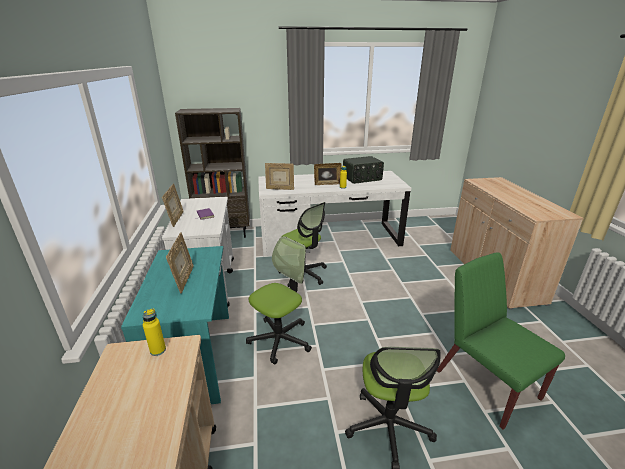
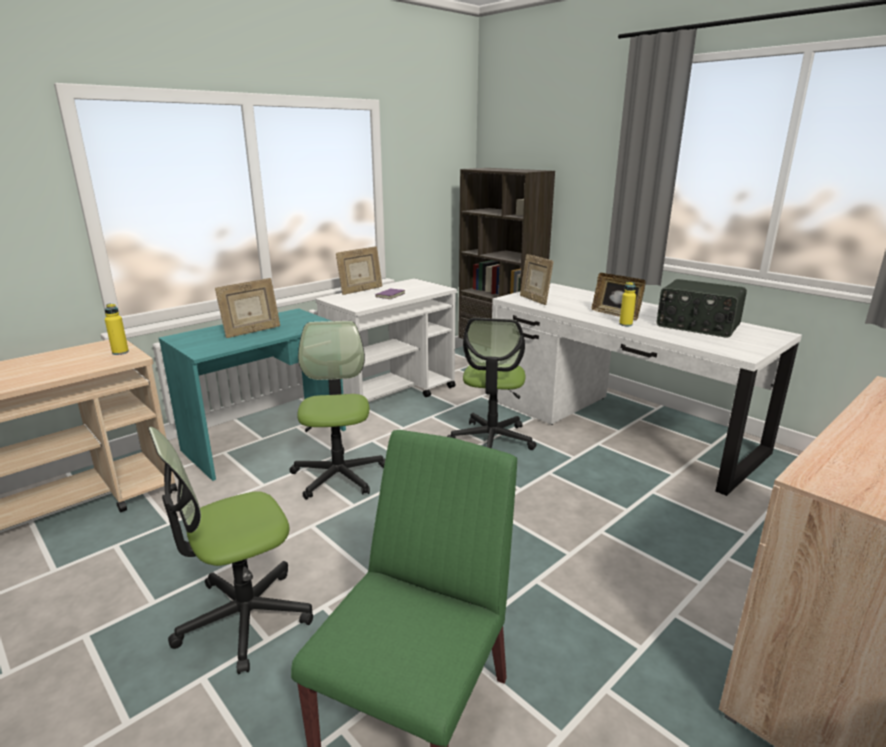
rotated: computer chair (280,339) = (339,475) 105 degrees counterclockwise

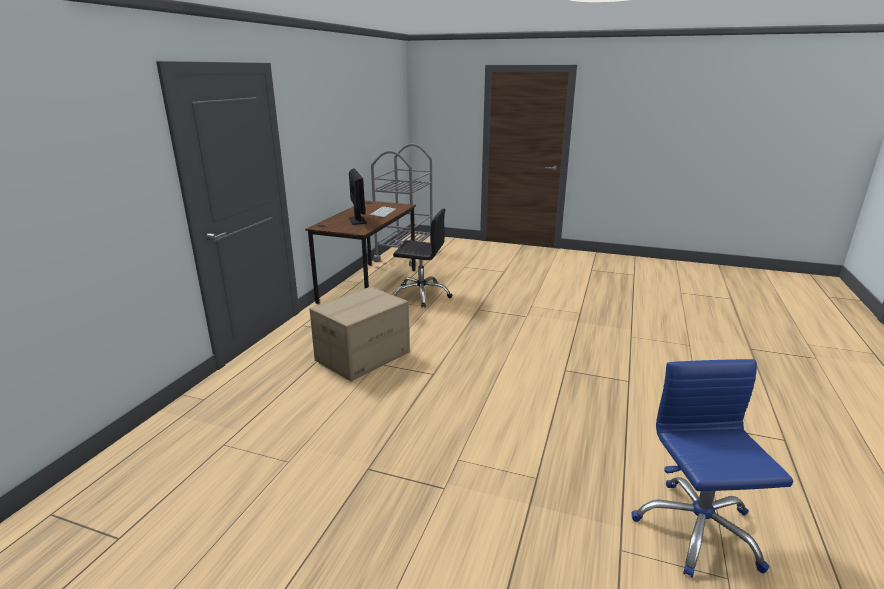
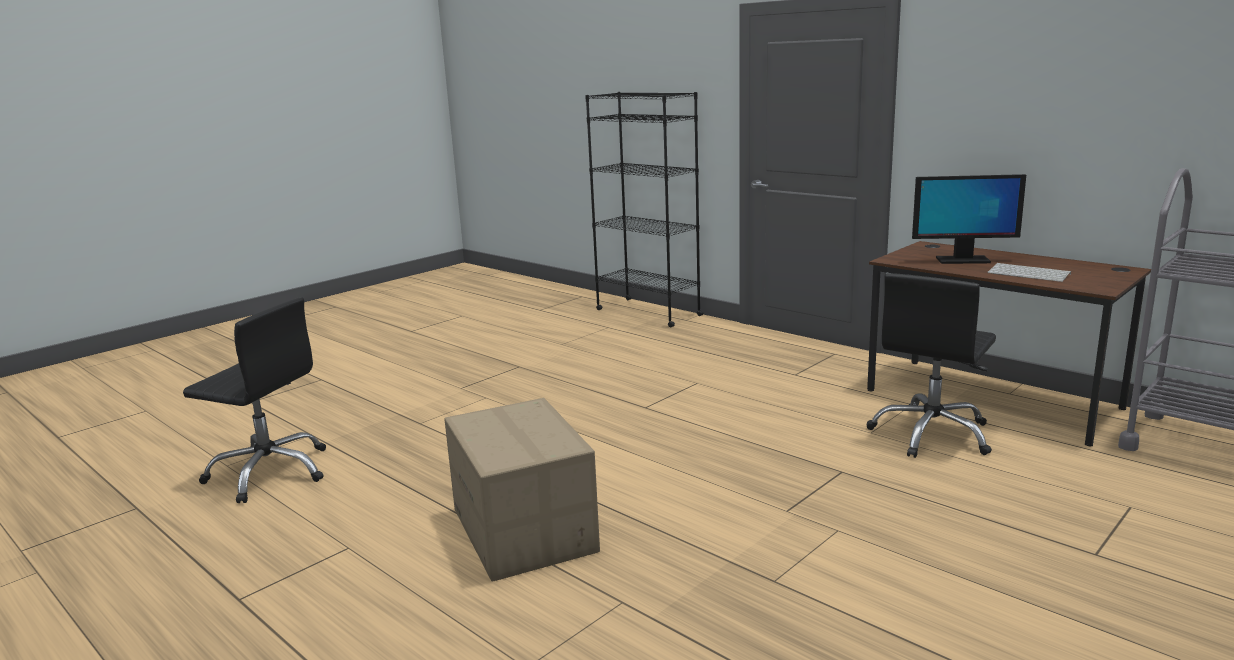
new: shelving unit in black (648,312)
shifted: packing box (362,356) to (525,530)
repainted: computer chair in blue (697,529) to computer chair in black (270,472)

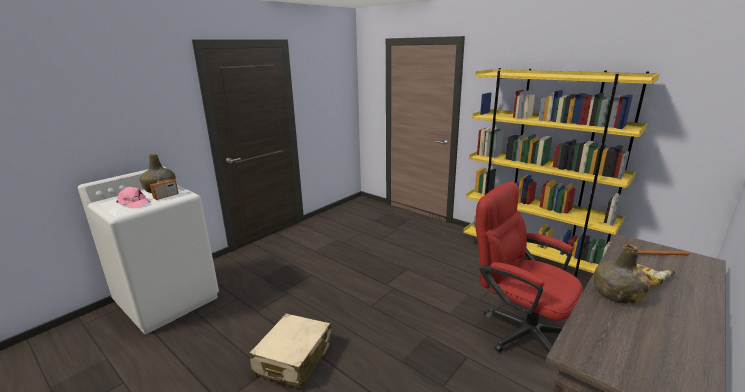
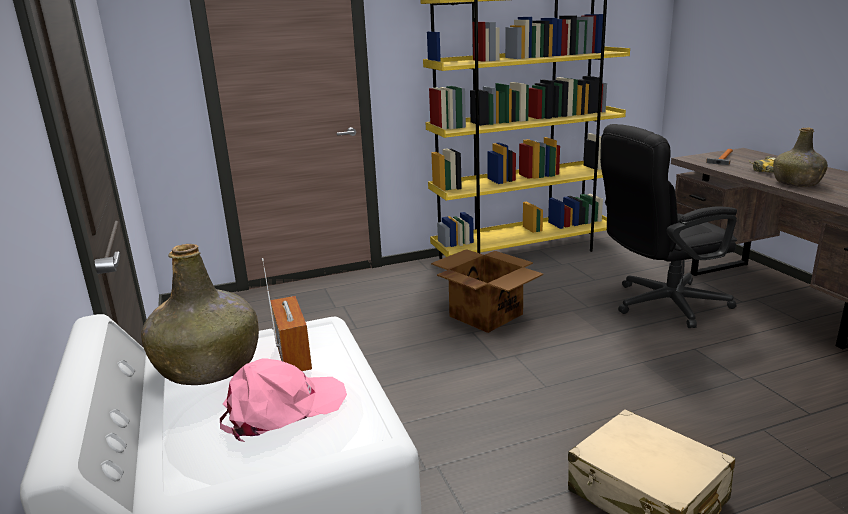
new: packing box (485,314)
repainted: computer chair in red (519,330) to computer chair in black (660,305)

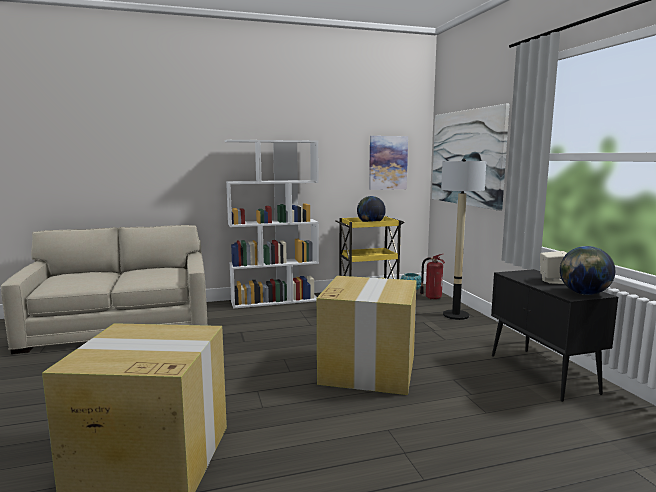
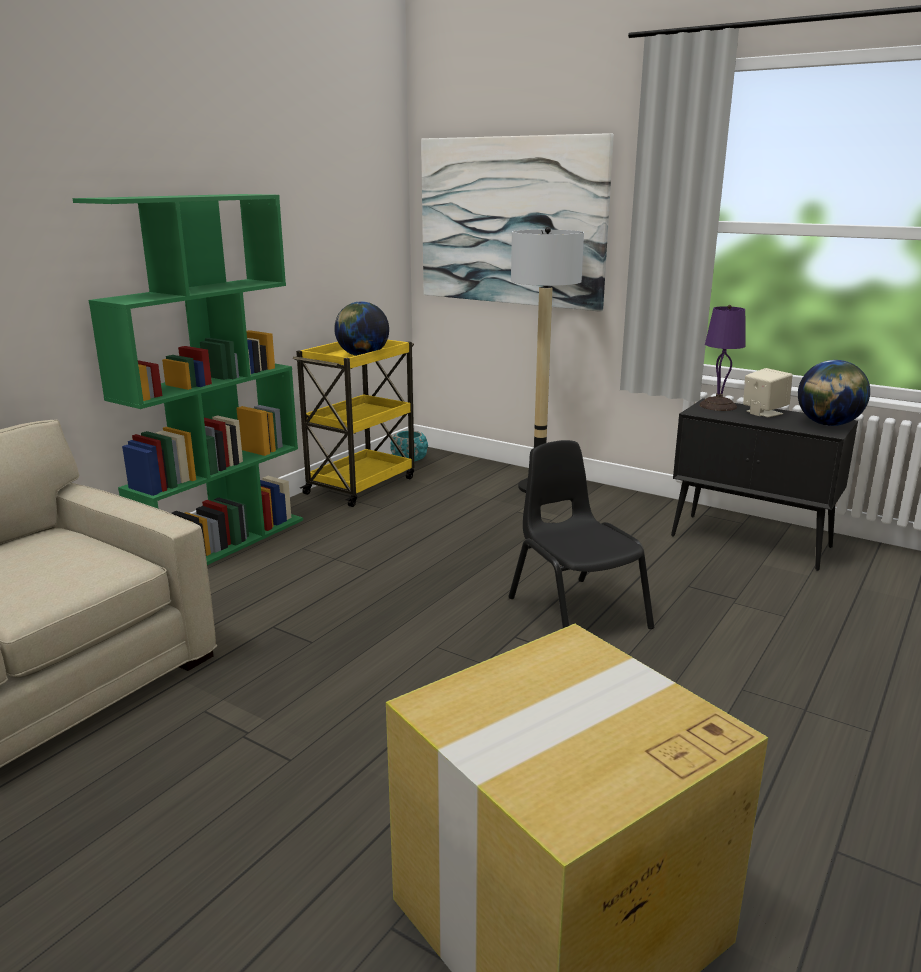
gone: wall art (388,162); extinguisher (432,297)
new: table lamp in purplish (718,406)
swapped: packing box (368,369) to chair in black (577,612)
repainted: shelving unit in white-coloured (275,301) to shelving unit in greenish (223,543)

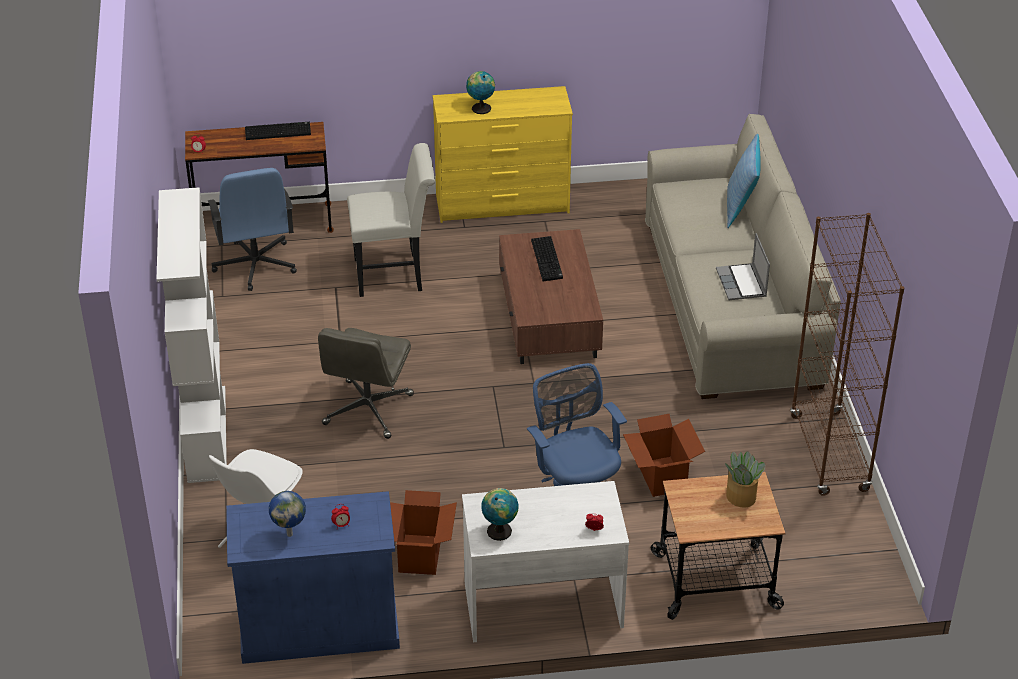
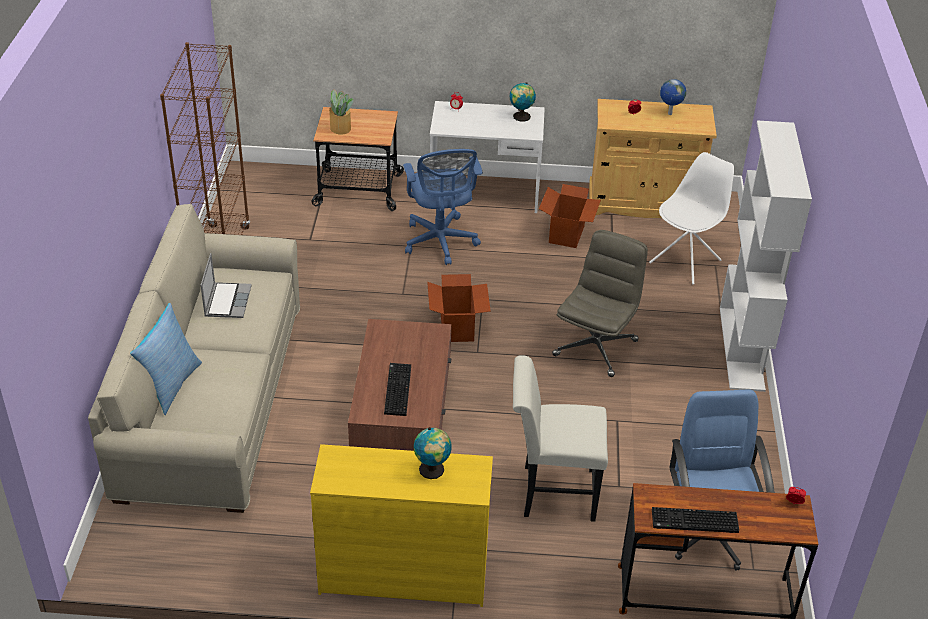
shifted: packing box (661,477) to (457,327)
repainted: storage cabinet in blue (319,627) to storage cabinet in sand-coloured (643,203)

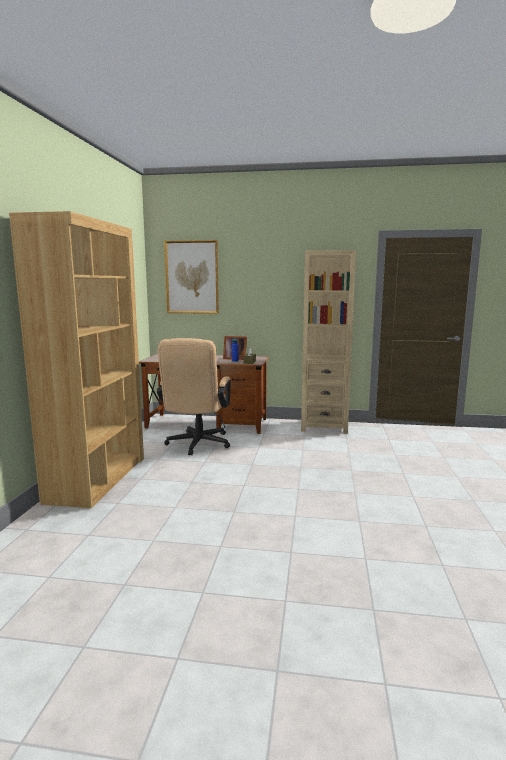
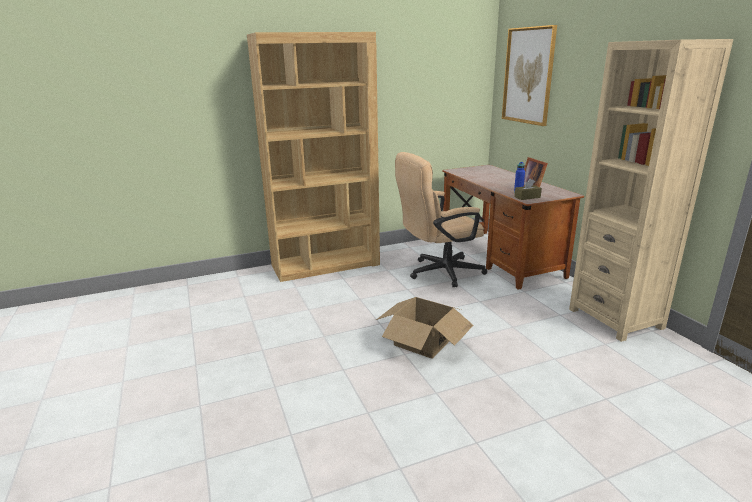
new: packing box (423,341)

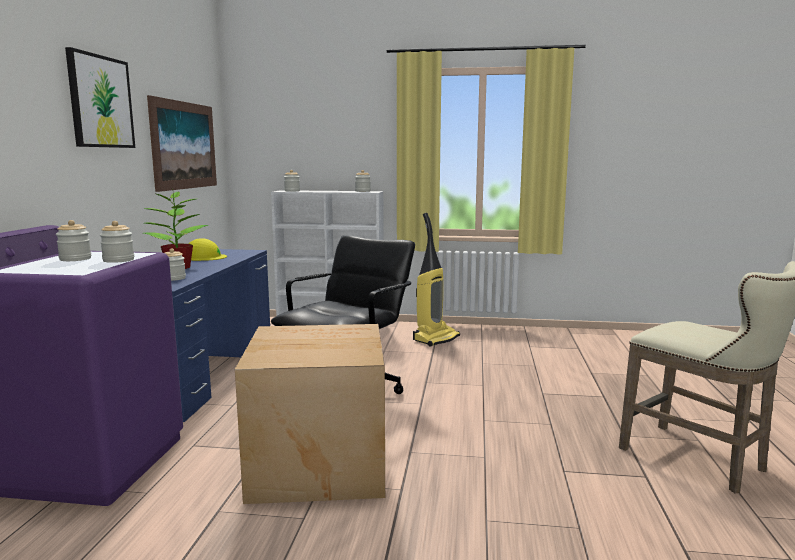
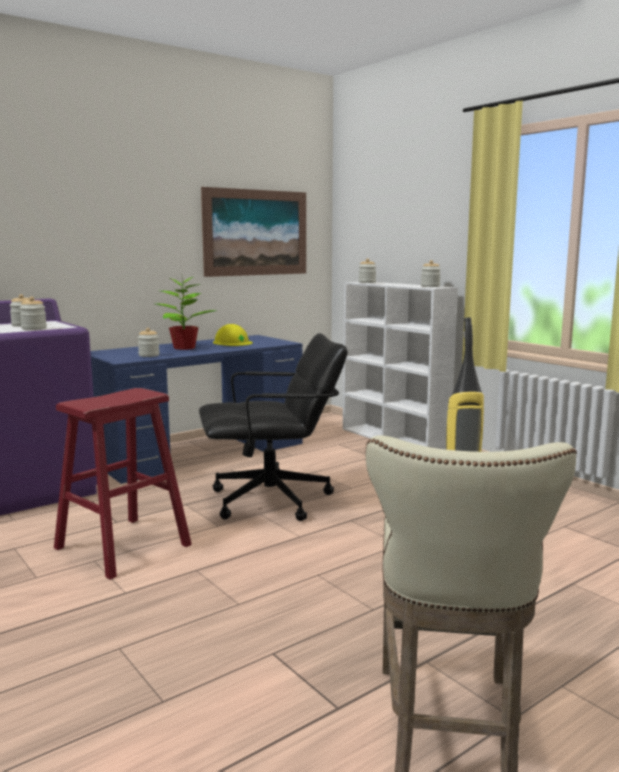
gone: wall art (100,102)
swapped: packing box (316,463) to sitting stool in red (123,546)

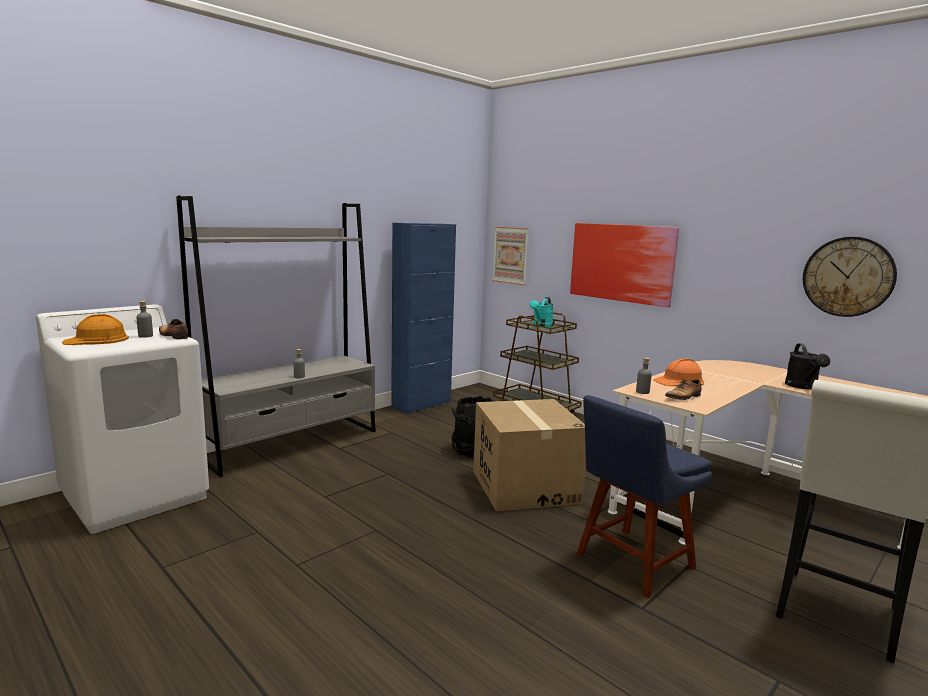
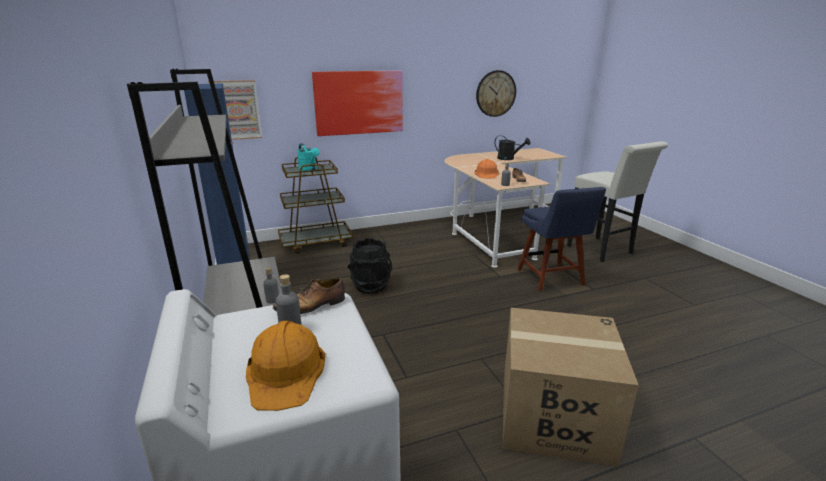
shifted: packing box (524,486) to (553,416)

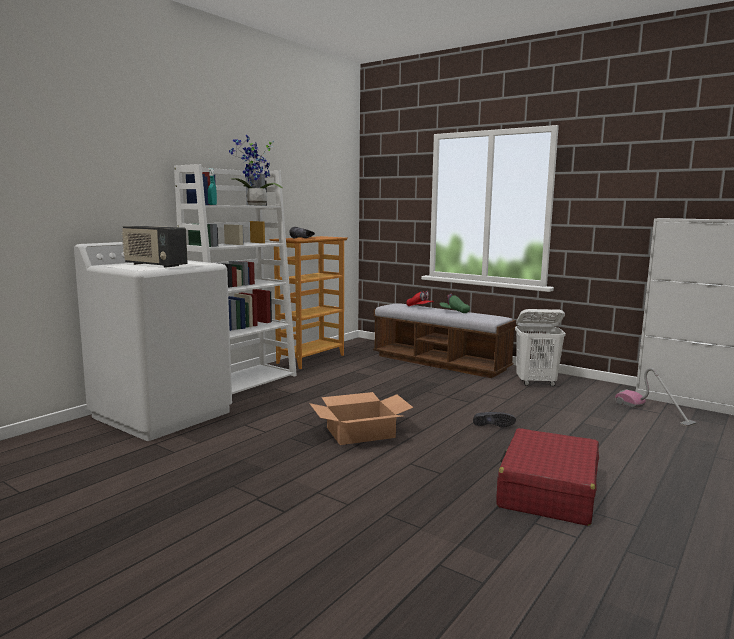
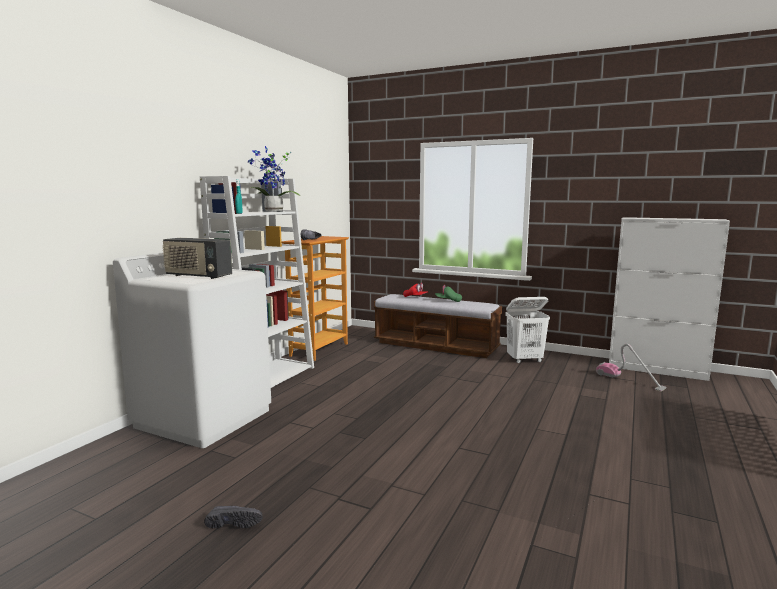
gone: packing box (360,432); piece of luggage in red (547,491)
shifted: item of footwear in black (492,424) to (235,522)

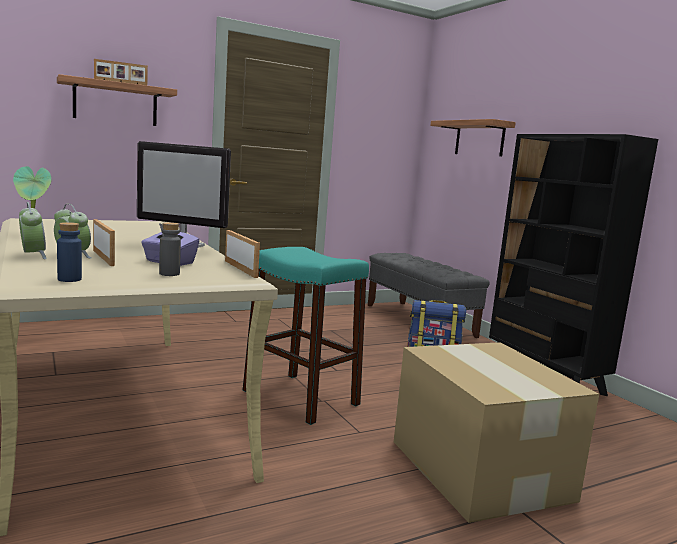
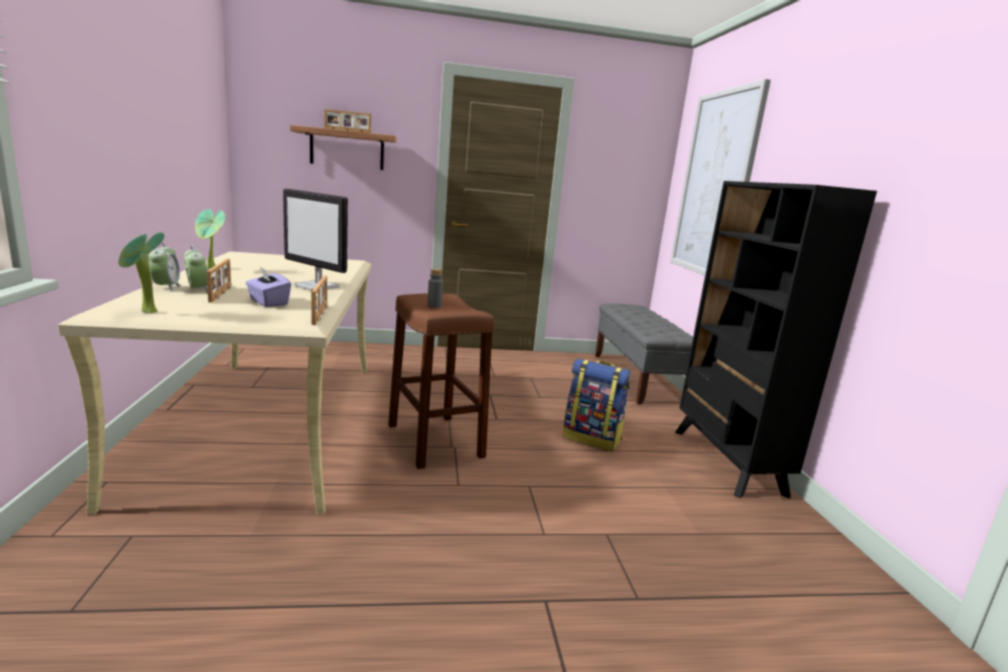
gone: packing box (479,468)
shifted: beverage bottle in greyish (169,274) to (434,305)
swapped: beverage bottle in blue (69,279) to houseplant (145,312); wall shelf (479,139) to wall art (715,184)
repainted: sitting stool in blue-green (301,397) to sitting stool in brownish (435,441)

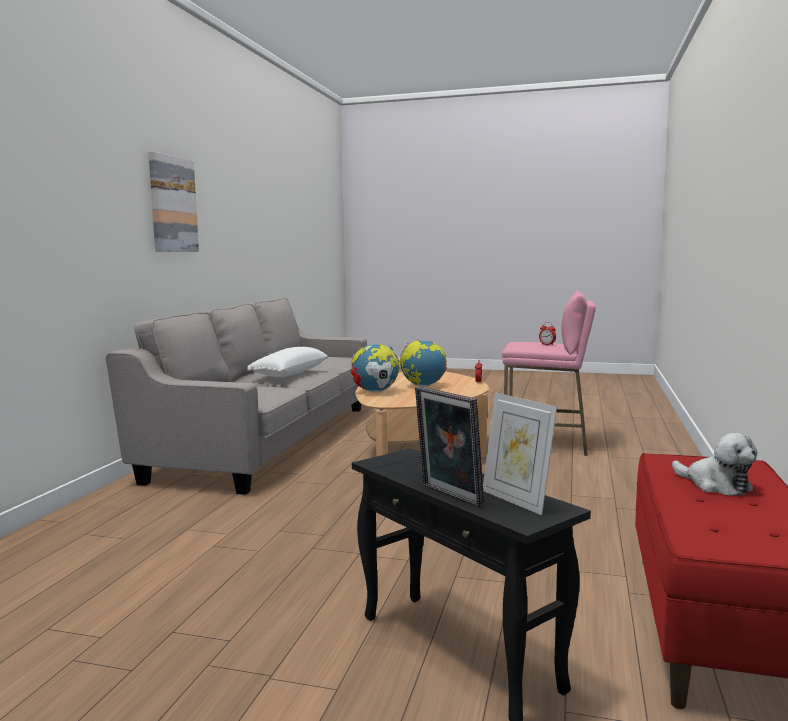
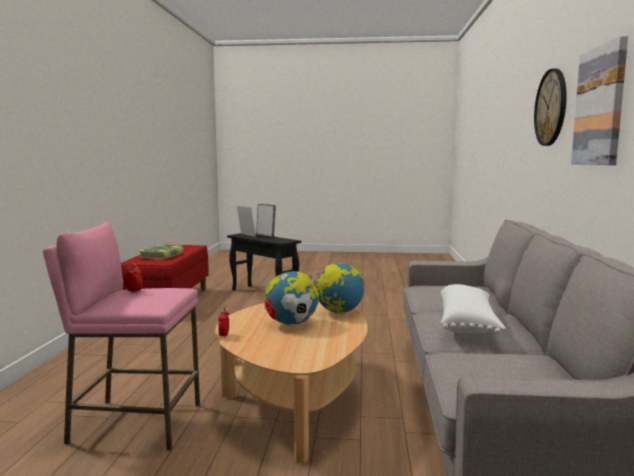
new: hanging clock (551,107)
swapped: soft toy (715,485) to volume (162,256)

